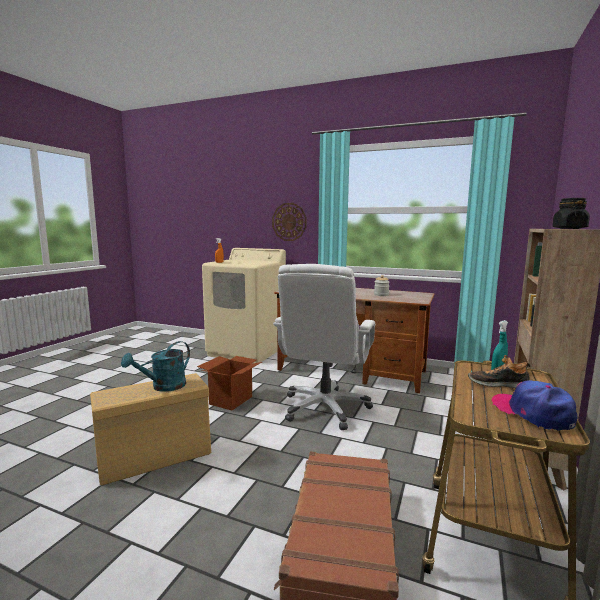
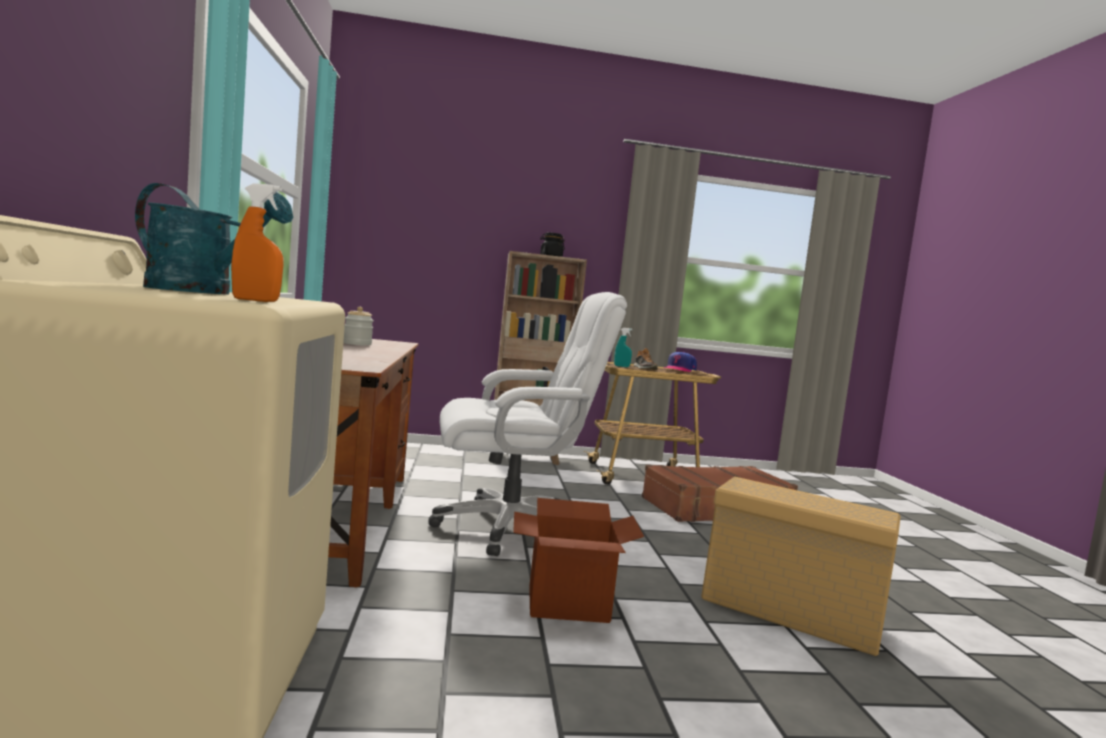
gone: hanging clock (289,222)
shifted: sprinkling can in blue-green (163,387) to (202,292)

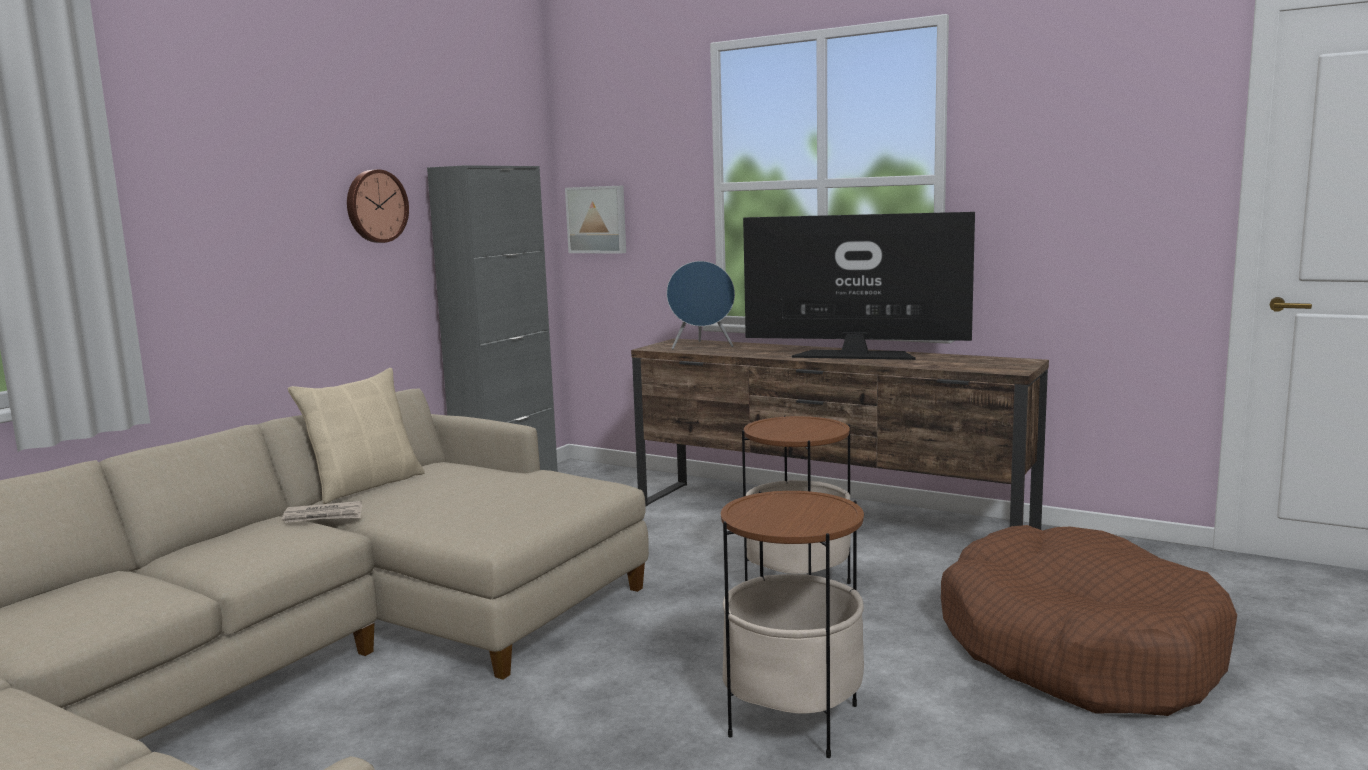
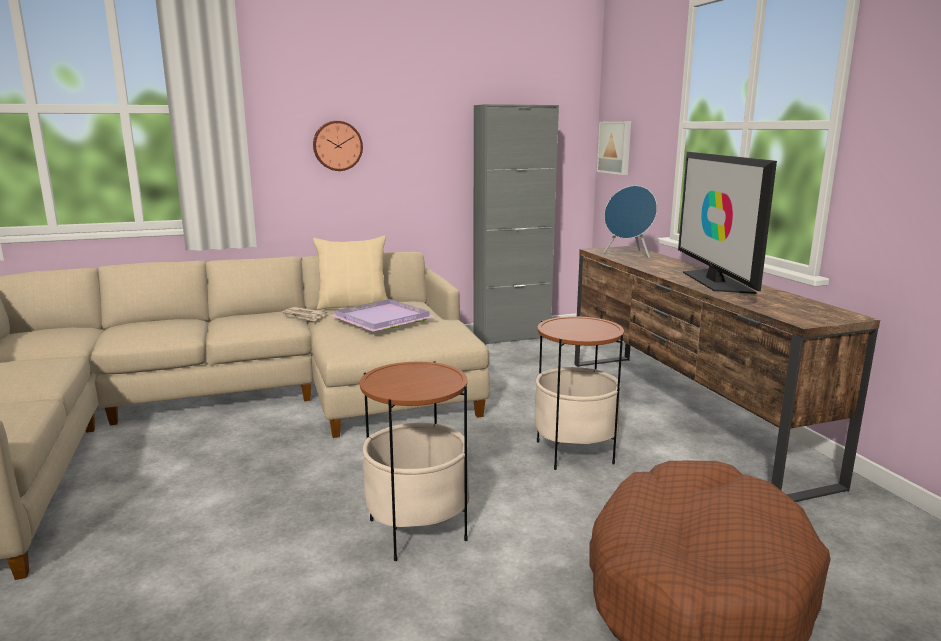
new: tray in purplish (384,319)
shifted: hanging clock (375,206) to (337,146)
rotated: TV set (854,355) = (715,281) 150 degrees counterclockwise

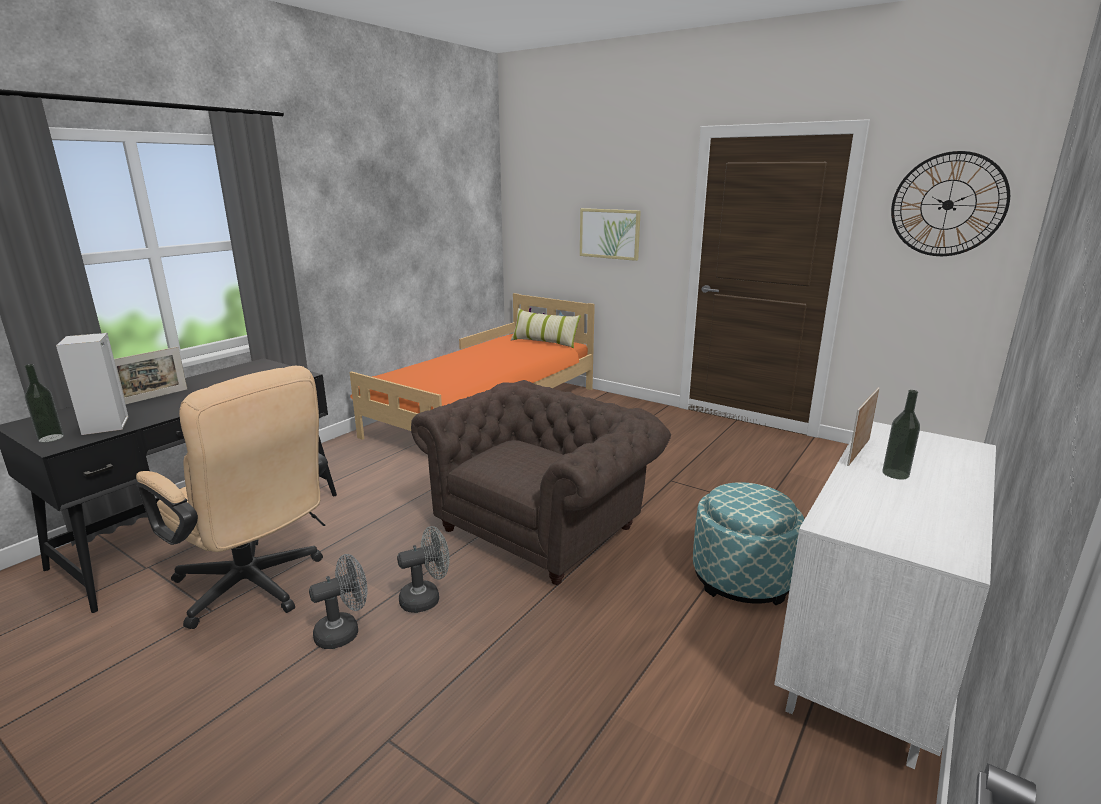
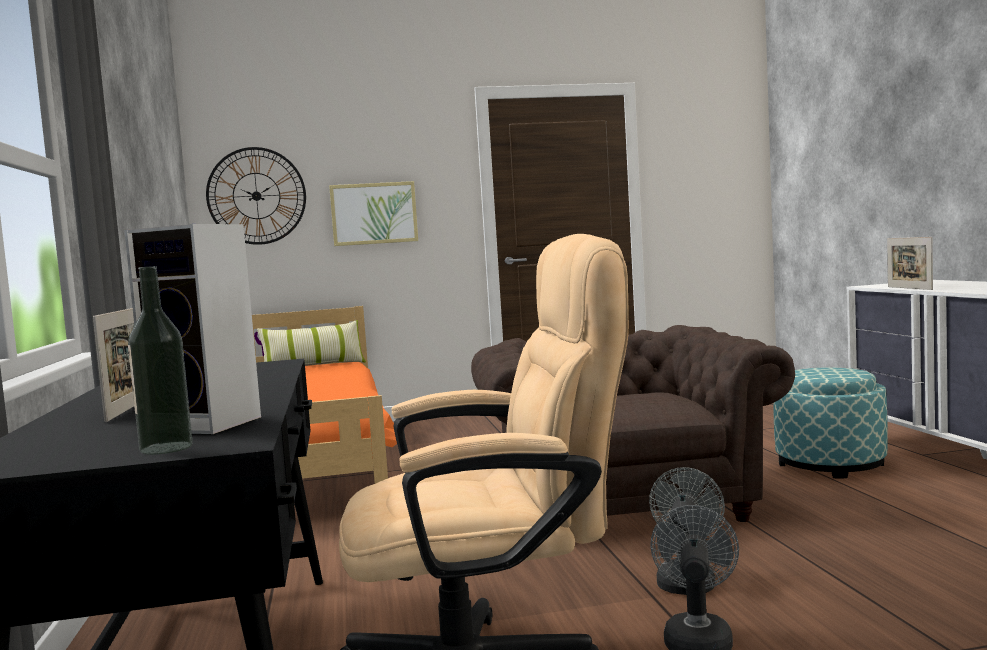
gone: beverage bottle (895,474)
shifted: hanging clock (948,205) to (256,196)

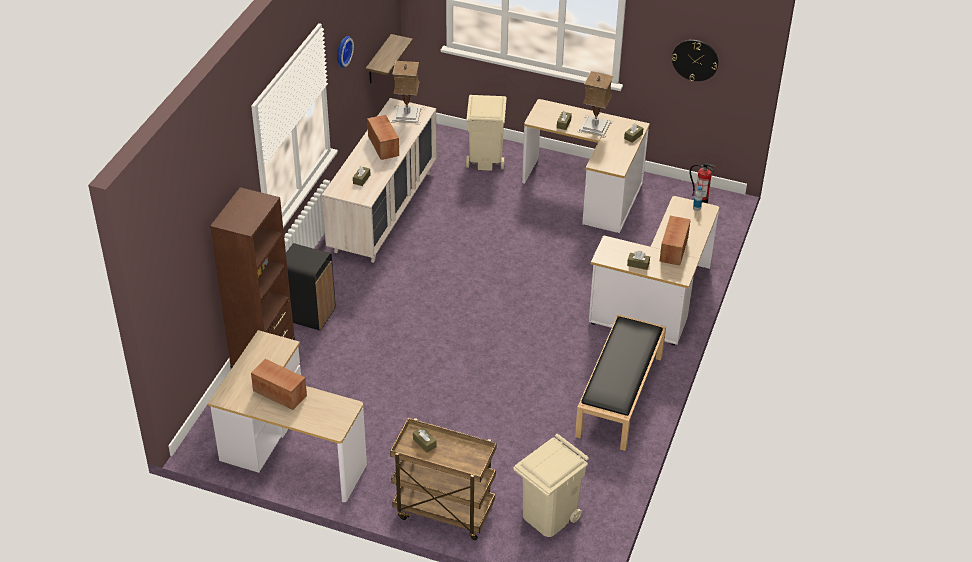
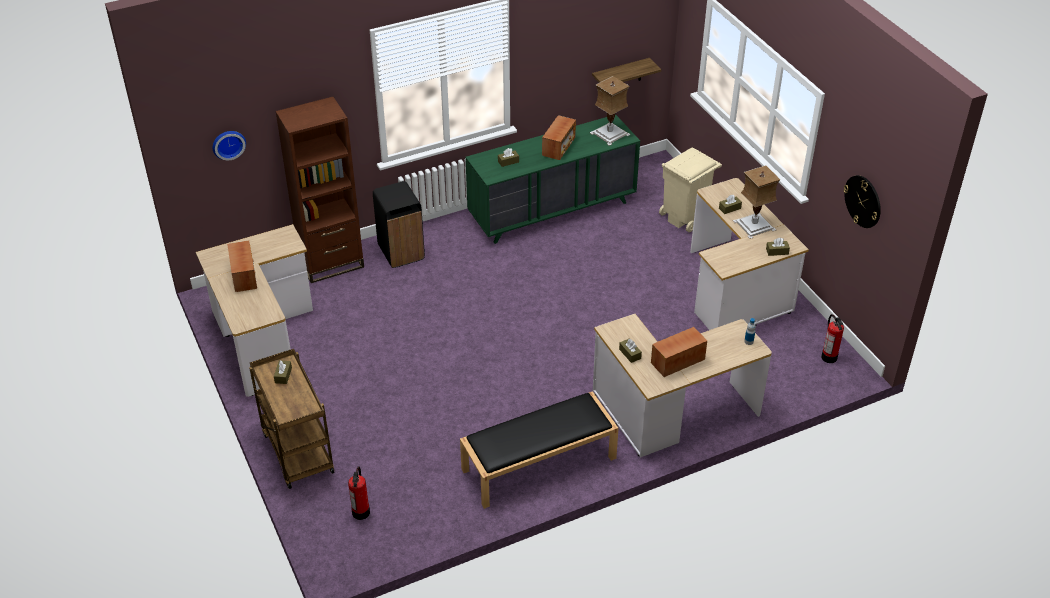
shifted: hanging clock (342,51) to (228,143)
swapped: trash can in sand-coloured (549,516) to extinguisher (361,512)
repainted: dresser in sand-coloured (383,211) to dresser in greenish (552,211)

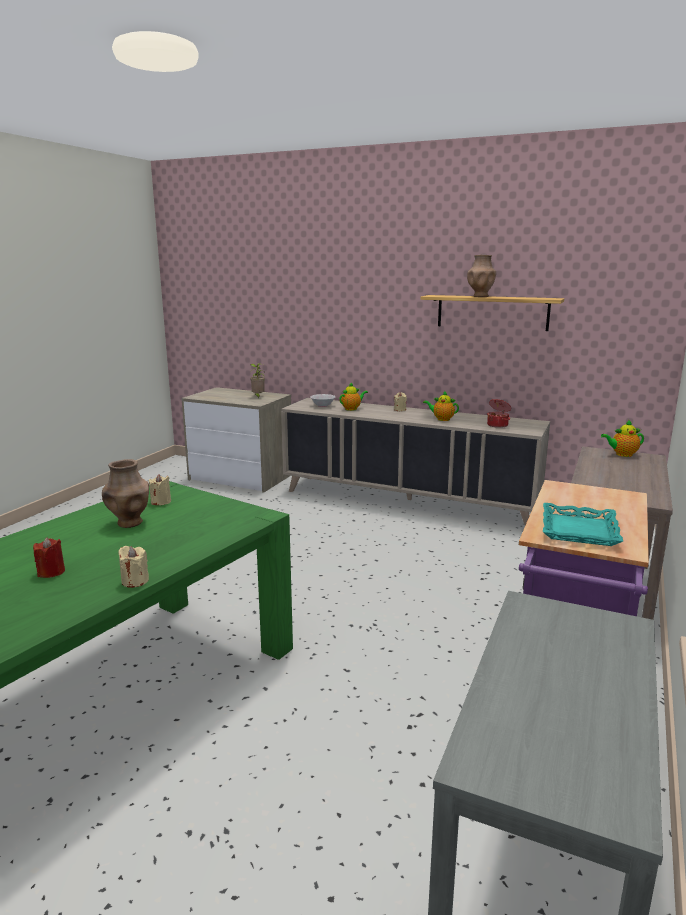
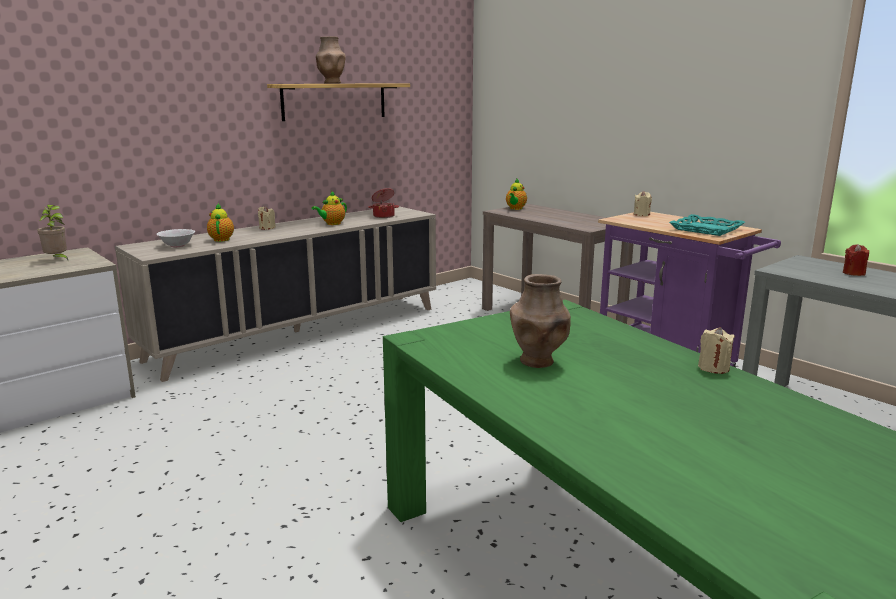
shifted: wax light in red (51,572) to (853,273); wax light in sand-coloured (161,502) to (641,214)

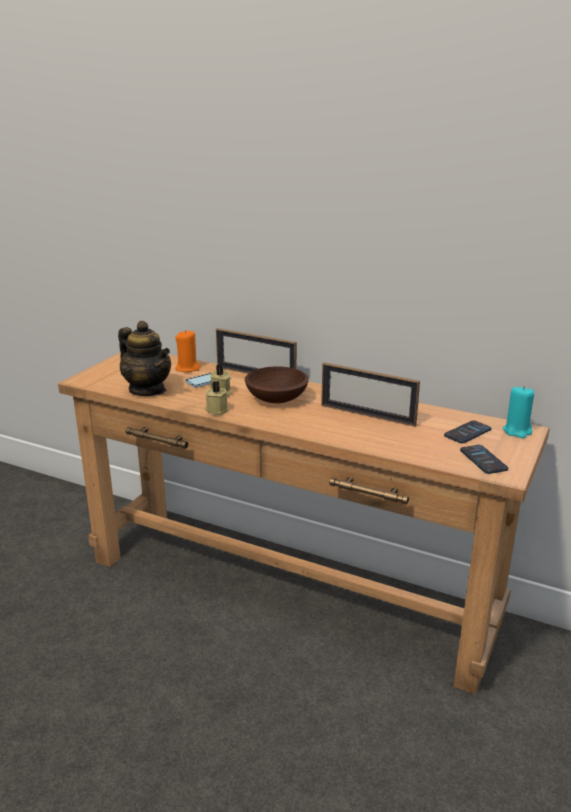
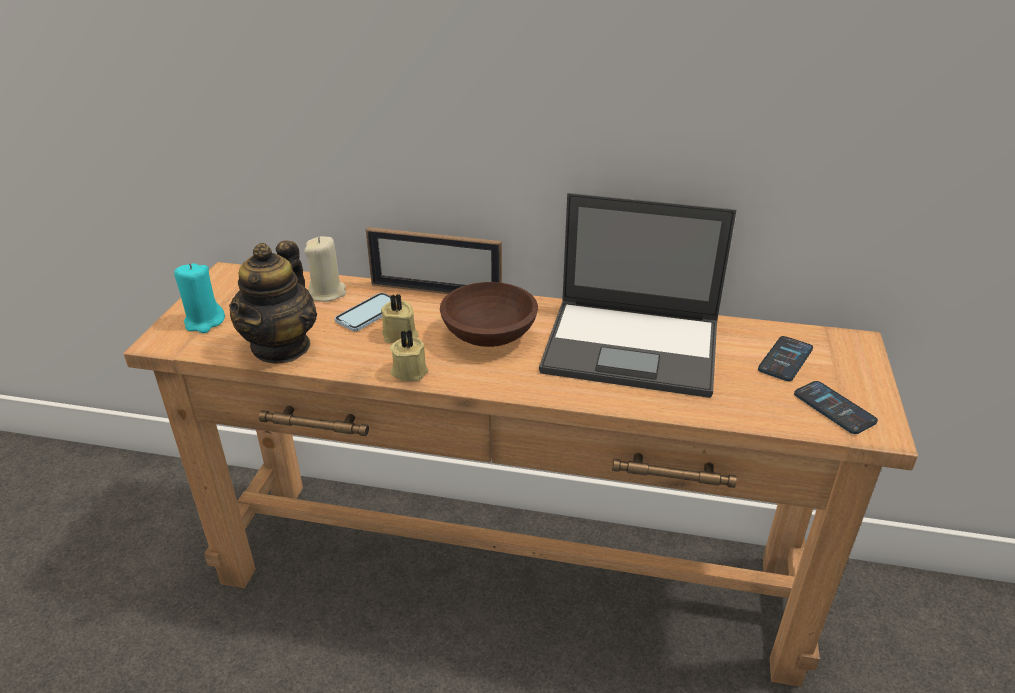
shifted: wax light in blue-green (517,431) to (204,322)
swapped: picture frame (367,415) to portable computer (634,347)
repainted: wax light in orange-coloured (188,368) to wax light in sand-coloured (327,293)
rotated: teapot (147,390) = (281,347) 75 degrees clockwise

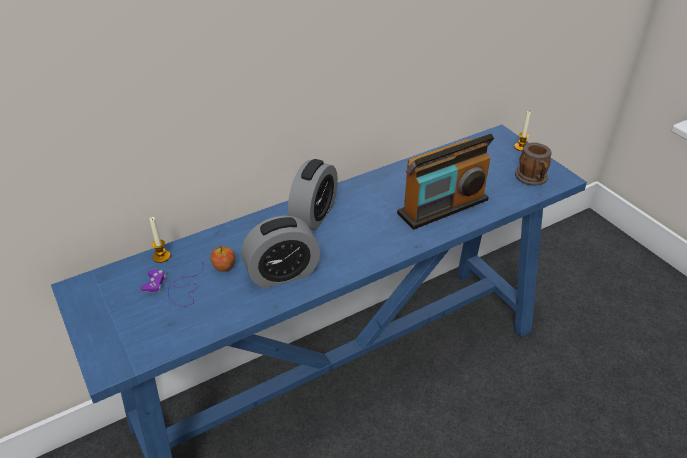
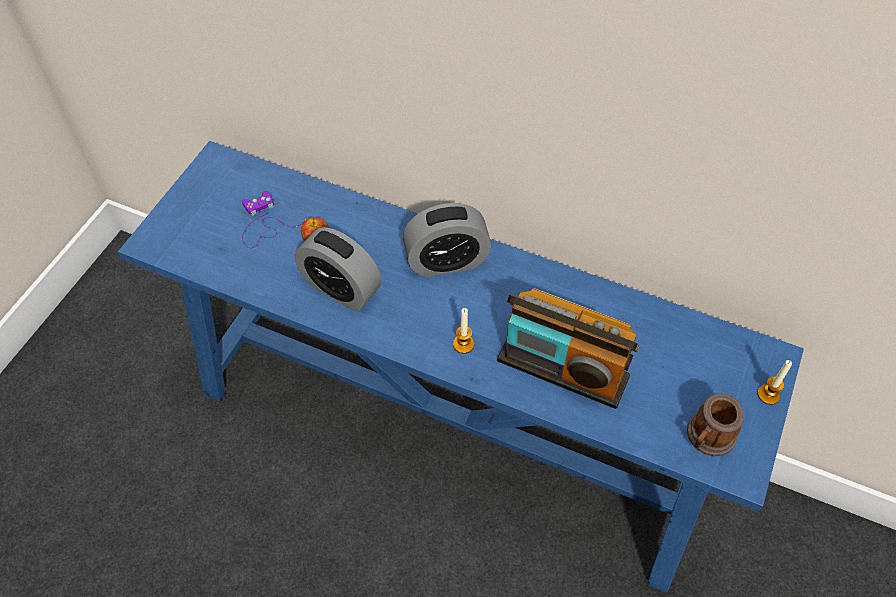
shifted: wax light (161,256) to (463,344)

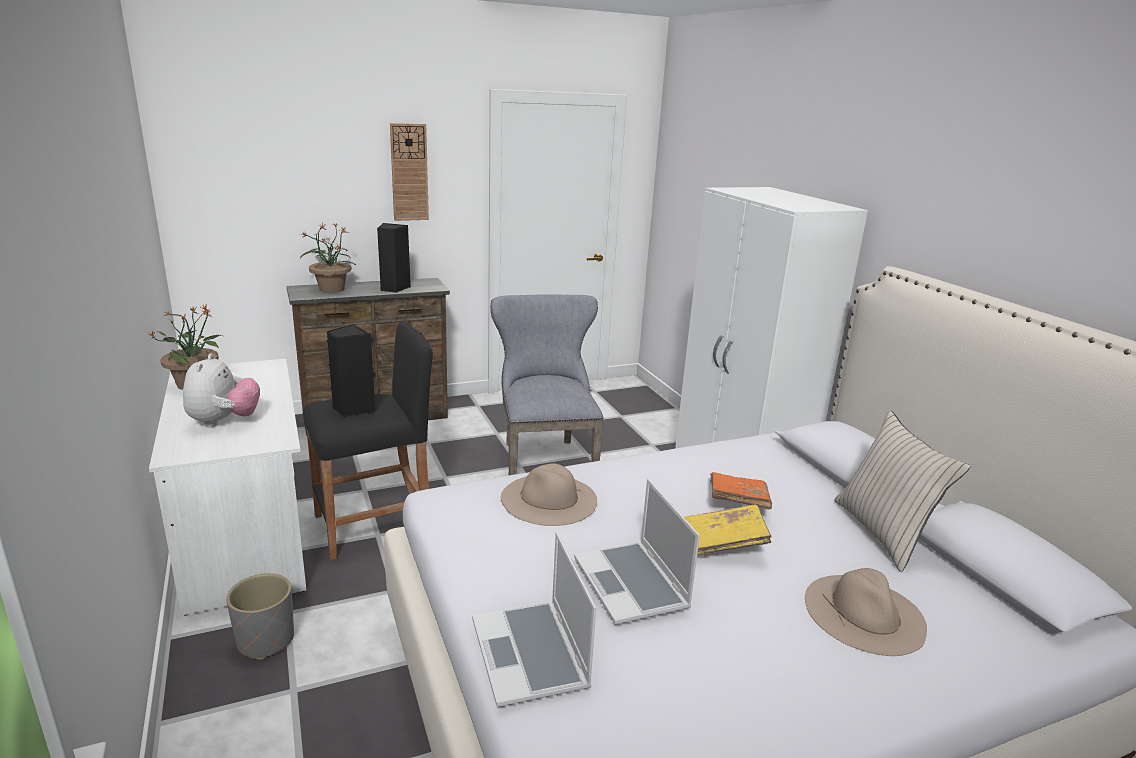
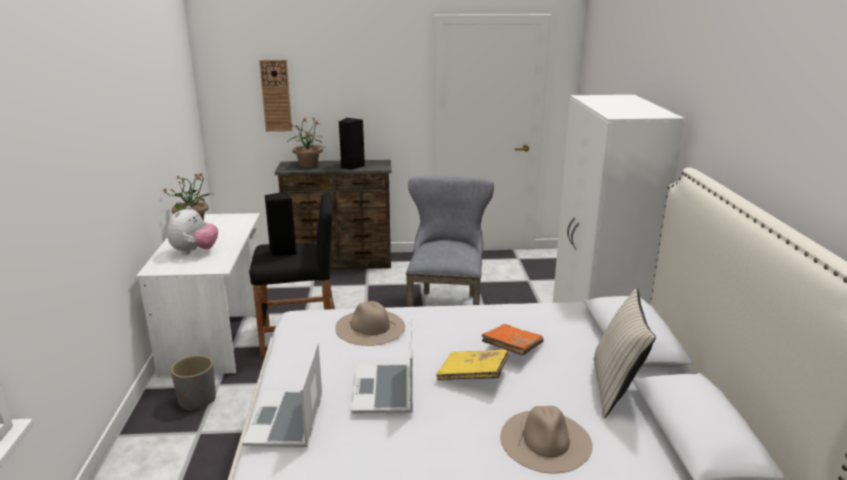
shifted: hanging clock (409,172) to (276,96)

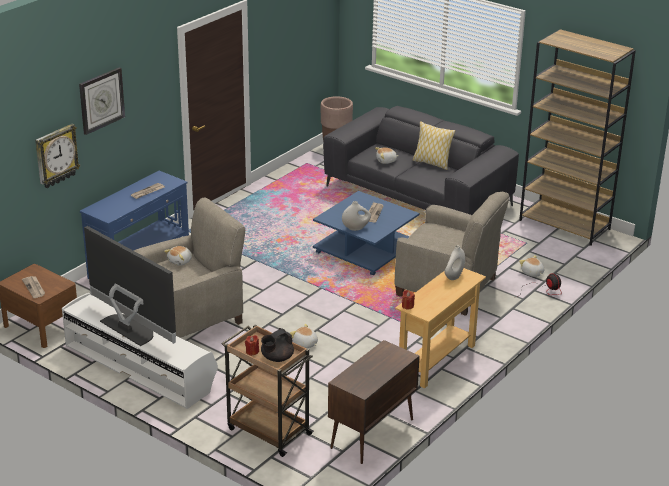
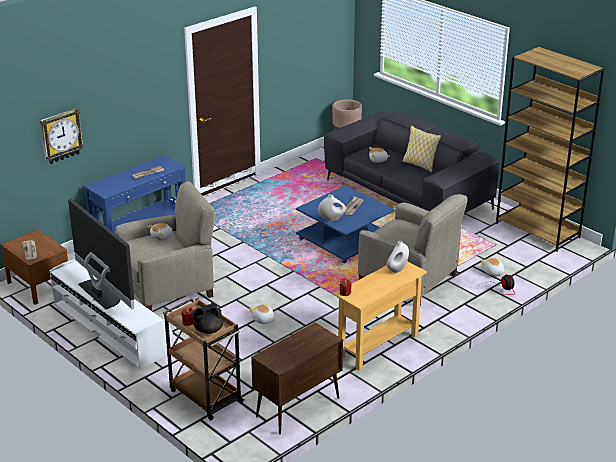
gone: hanging clock (101,100)

